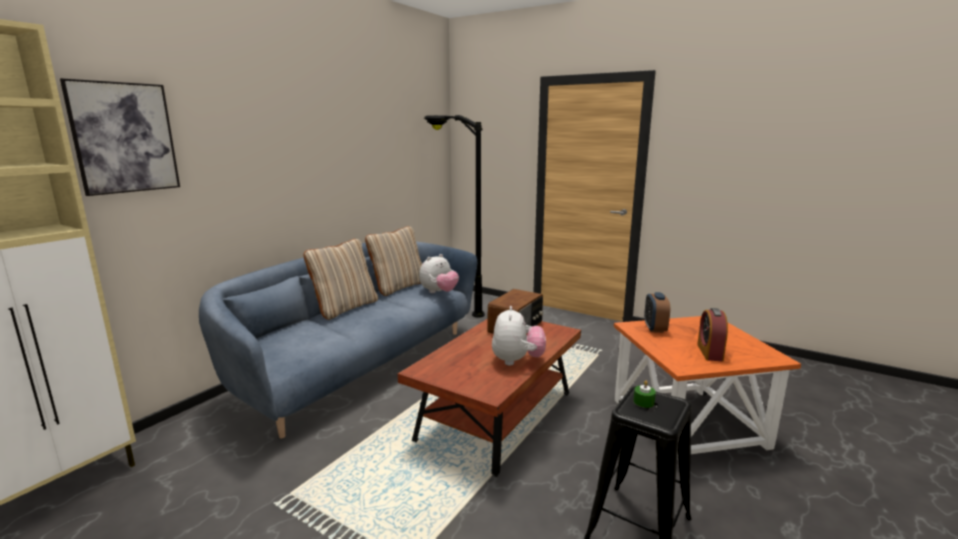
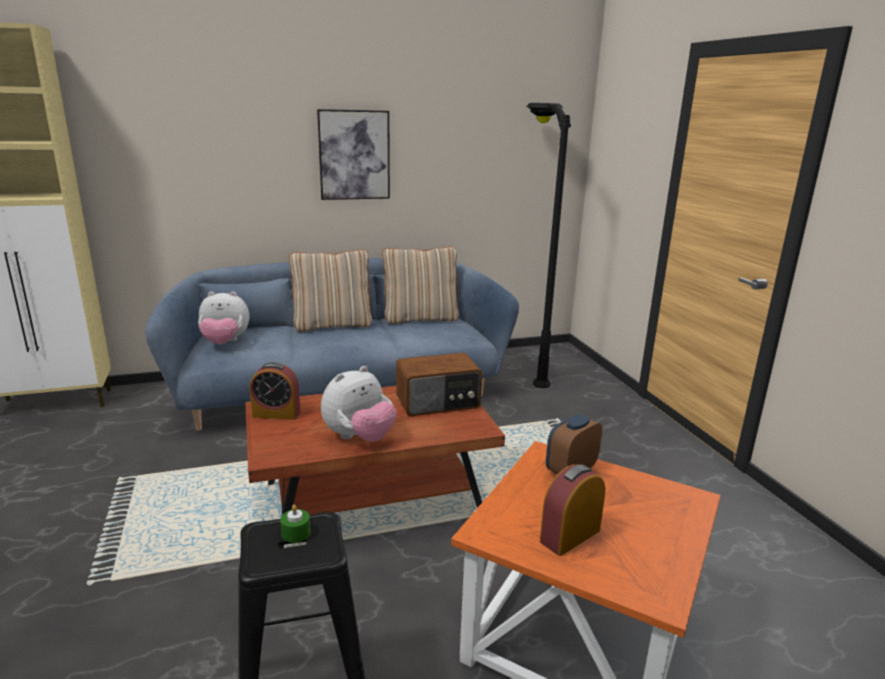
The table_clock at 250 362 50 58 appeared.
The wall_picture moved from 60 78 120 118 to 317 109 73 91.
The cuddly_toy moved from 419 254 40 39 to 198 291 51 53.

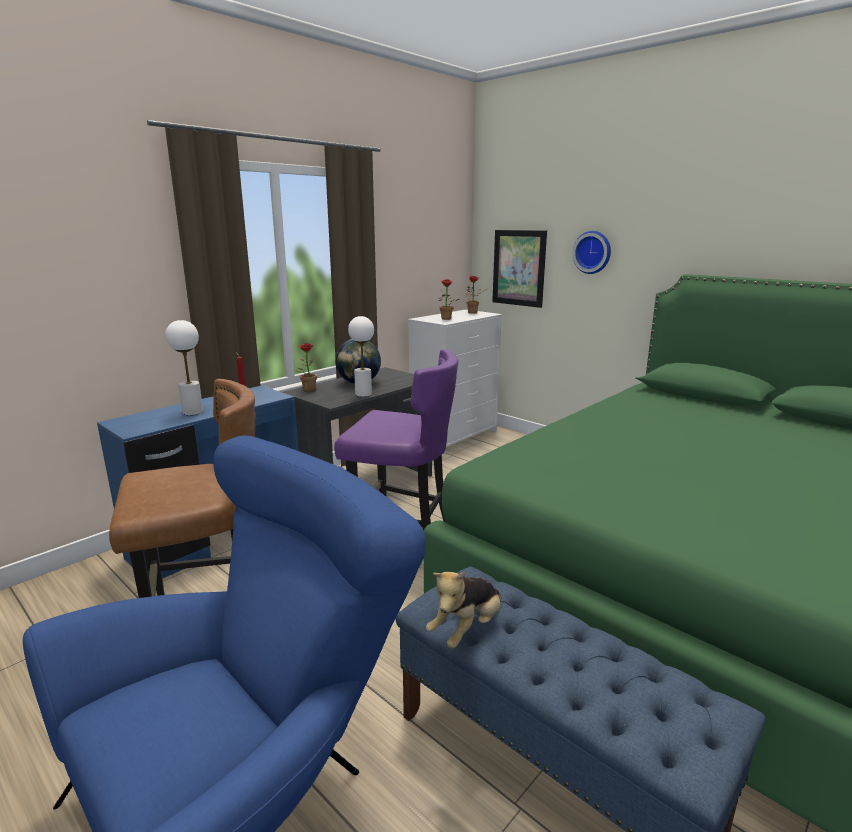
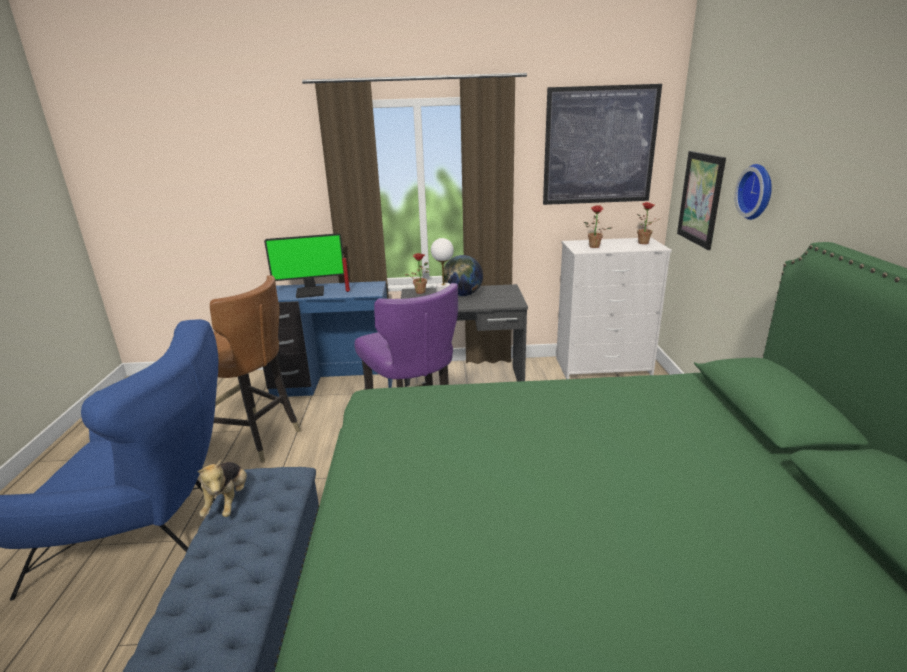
The wall_picture at 543 84 119 121 appeared.
The white_tabletop_lamp at 165 320 38 95 was replaced by the computer_screen at 264 233 80 65.
The cuddly_toy at 426 571 75 78 turned 90 degrees counterclockwise.

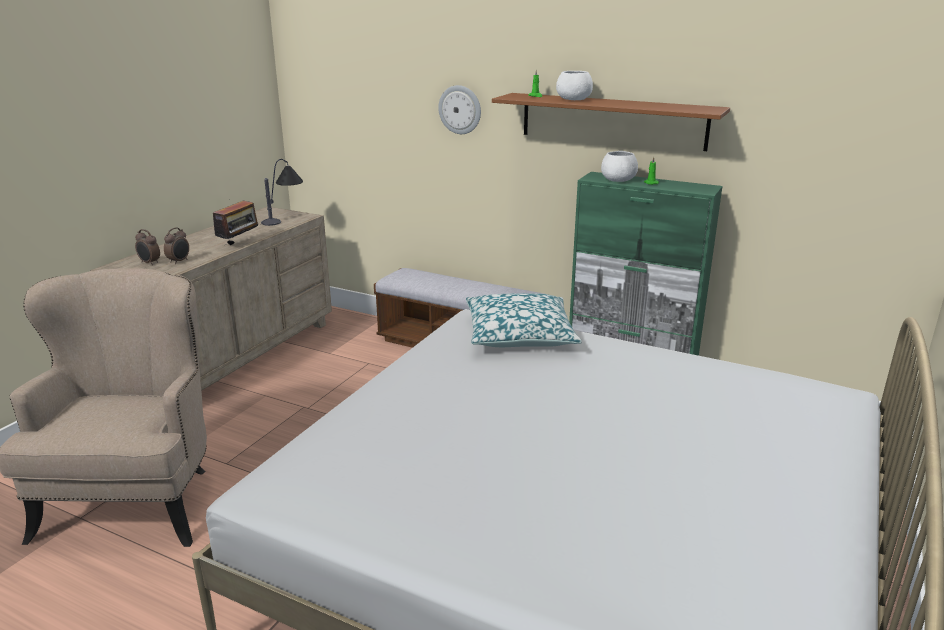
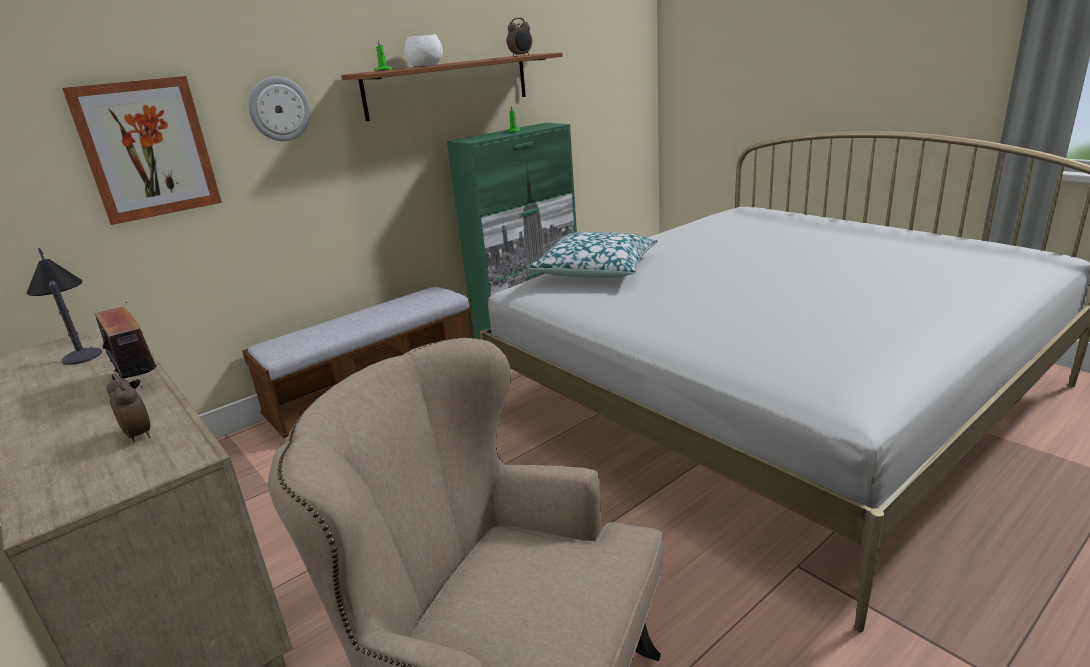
The white_deep_dish at 601 151 37 31 disappeared.
The wall_picture at 62 76 160 149 appeared.
The table_clock moved from 135 229 25 36 to 507 18 25 38.

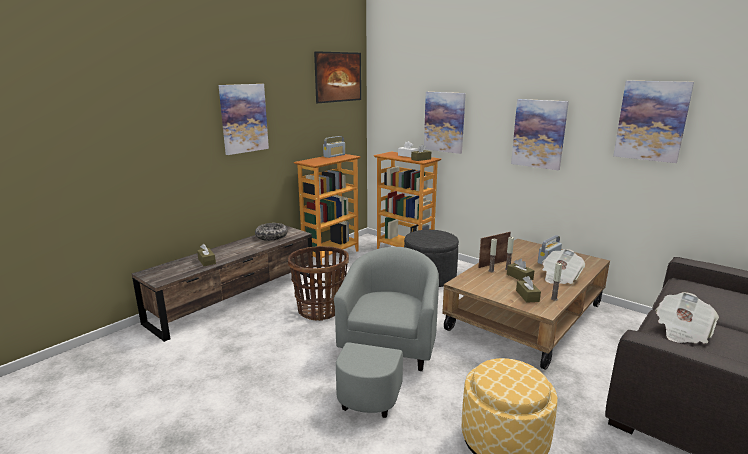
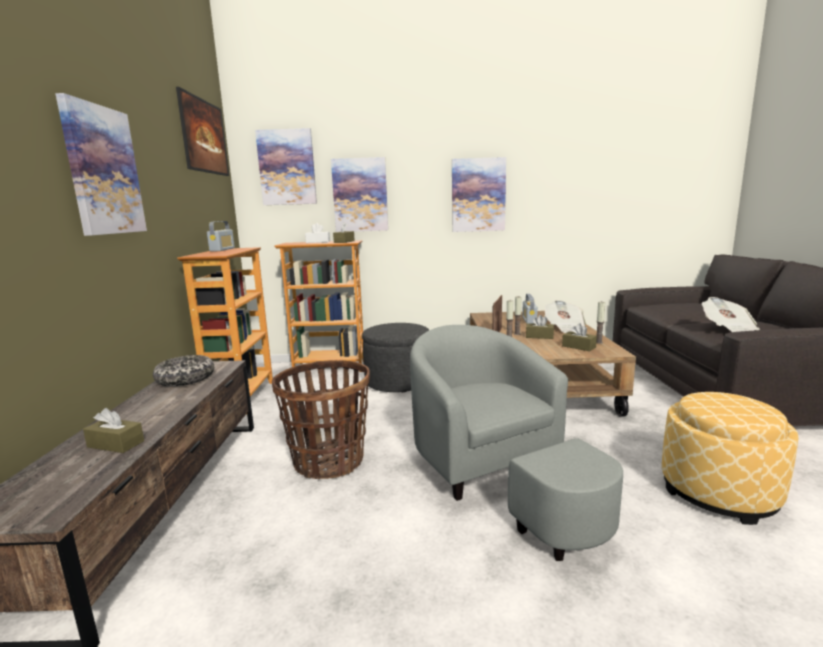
The wall_picture moved from 613 81 81 82 to 255 128 62 77.

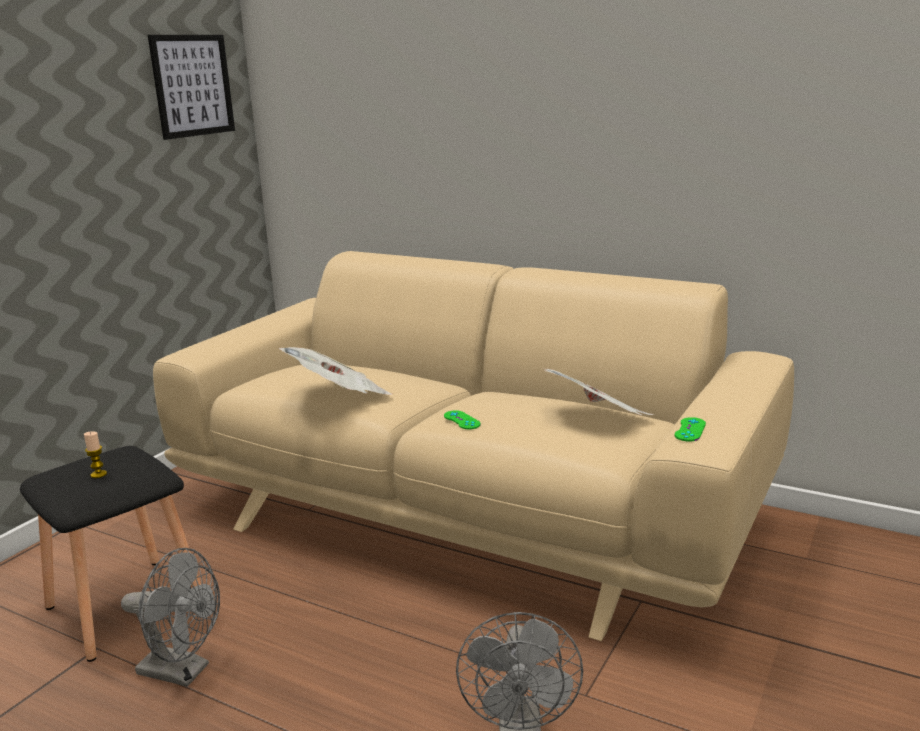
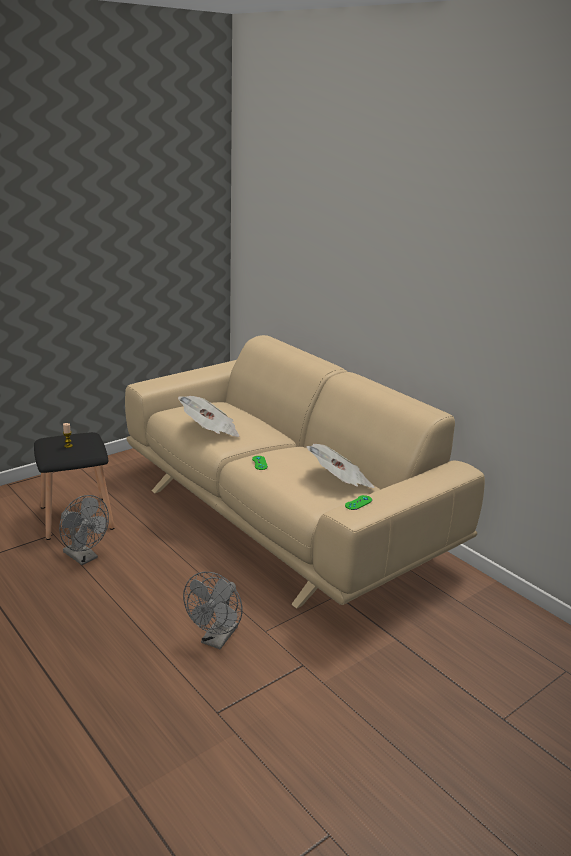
The wall_picture at 148 35 87 105 disappeared.

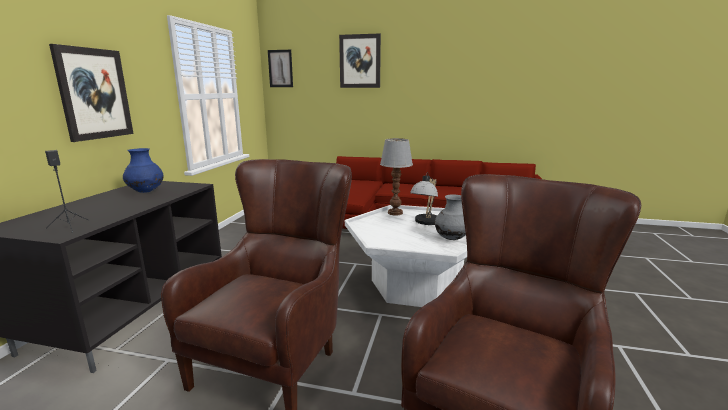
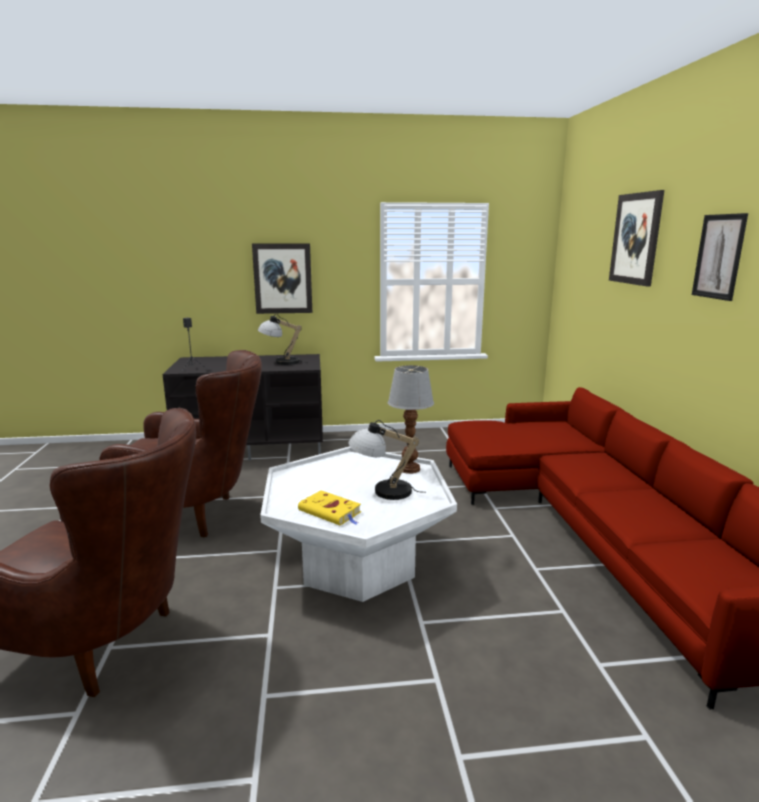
The wall_picture moved from 268 50 25 37 to 692 213 56 88.
The bluish_flower_vase at 123 148 41 45 was replaced by the tabletop_lamp at 258 314 50 51.
The gray_flower_vase at 435 194 31 46 was replaced by the yellow_bound_book at 298 490 63 35.

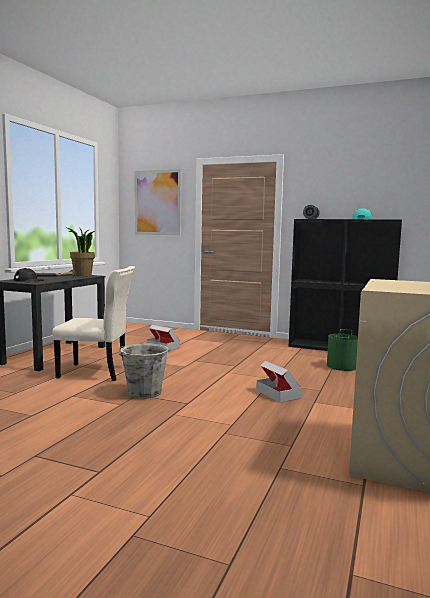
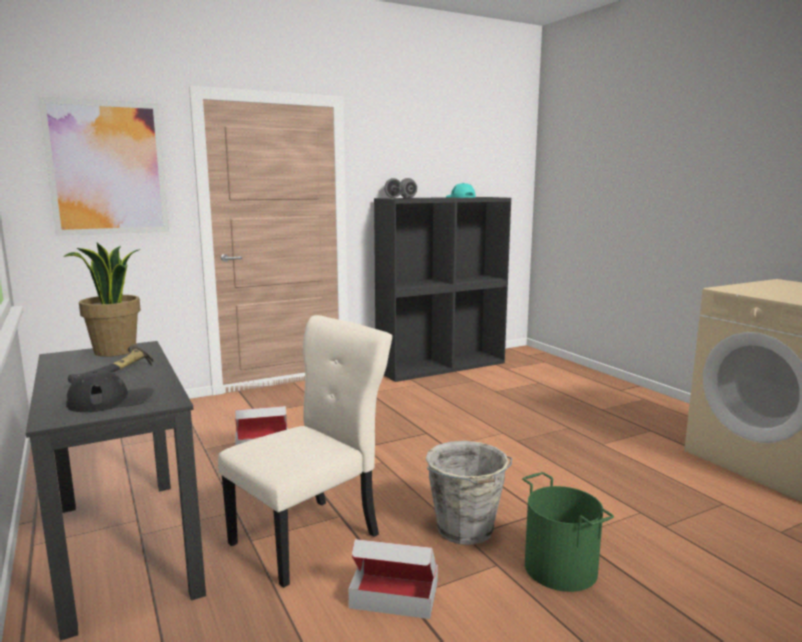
The carton moved from 256 360 45 43 to 348 539 90 80.
The greenish_pail moved from 327 329 31 42 to 522 472 92 120.

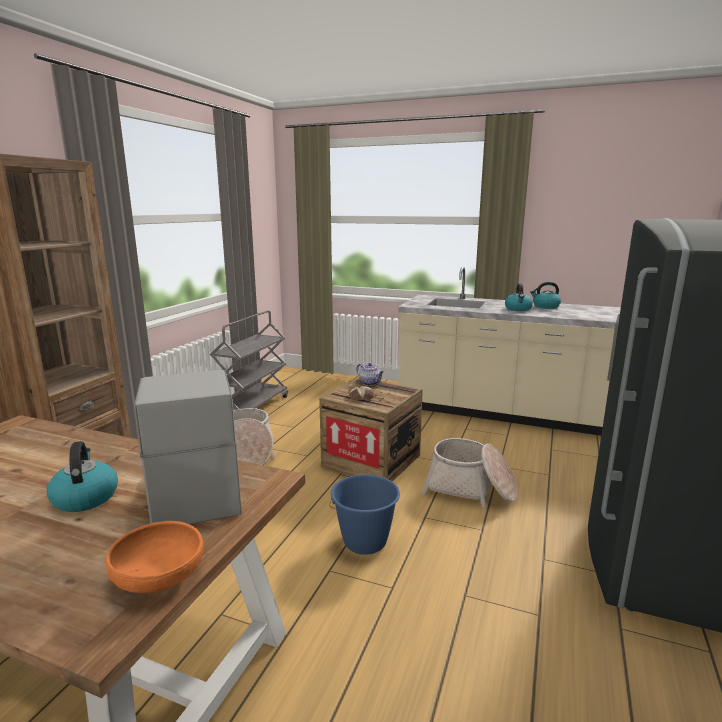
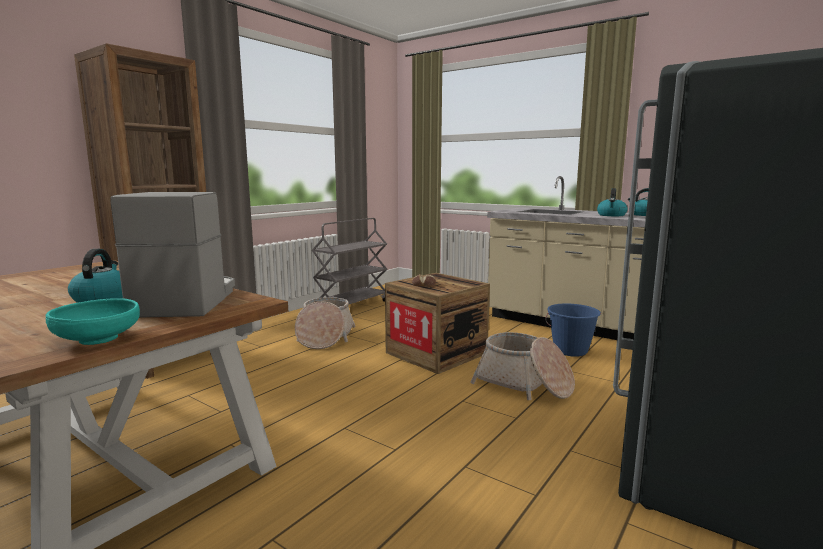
The teapot at 356 363 28 23 disappeared.
The bluish_pail moved from 329 474 71 81 to 546 304 55 53.
The orange-coloured_deep_dish at 106 521 97 72 became the turquoise_deep_dish at 46 298 94 47.

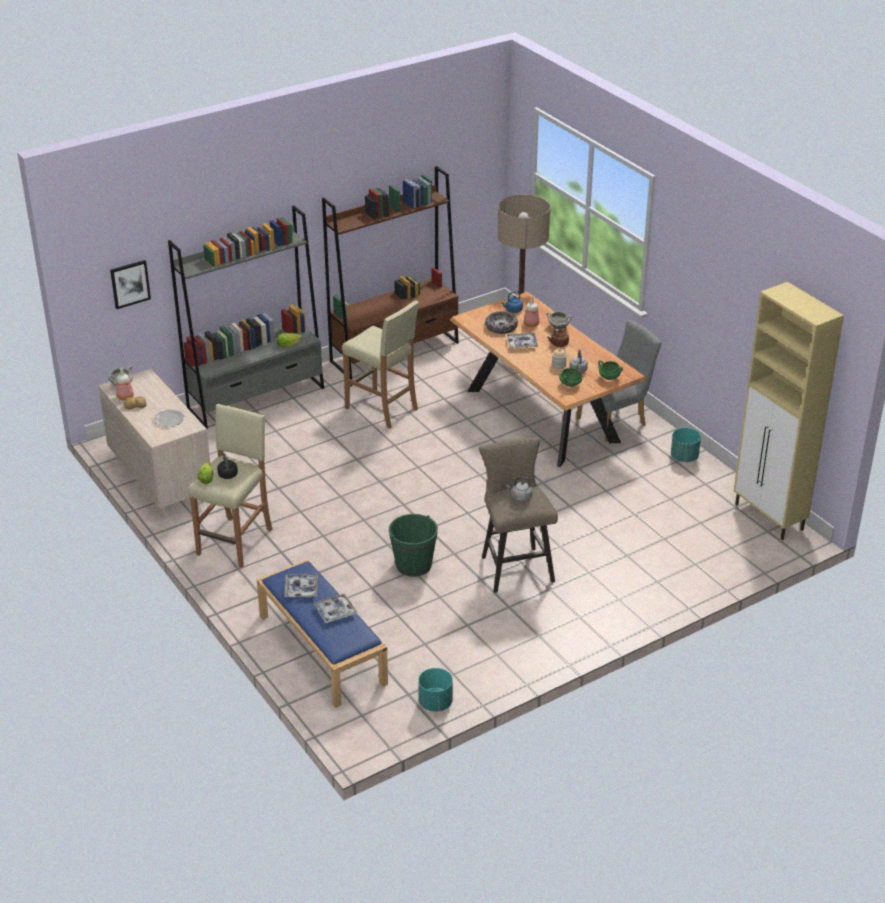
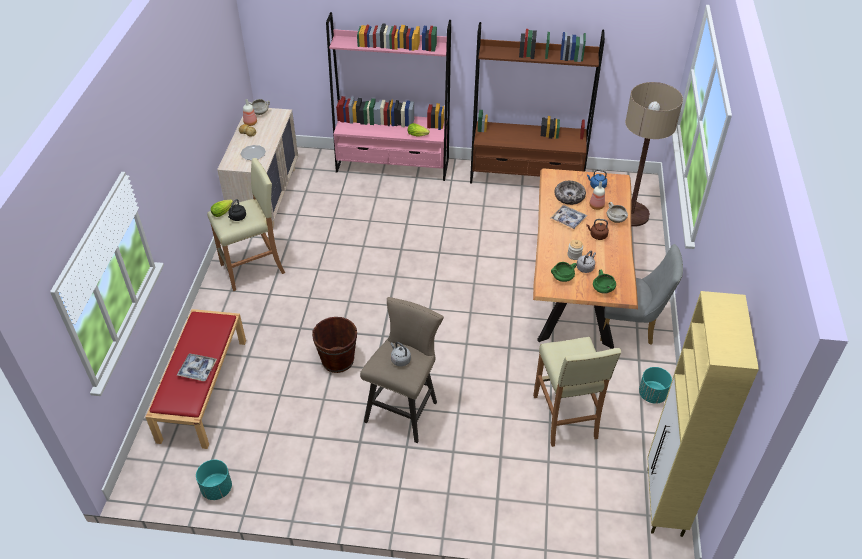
The wall_picture at 110 260 41 49 disappeared.
The carrying_tray at 285 574 33 24 disappeared.
The beige-coloured_sitting_stool moved from 342 300 77 129 to 533 337 88 110.
The gray_shelving_unit at 168 205 156 224 became the pink_shelving_unit at 326 12 125 169.
The bluish_long_seat at 257 559 131 149 became the red-coloured_long_seat at 146 309 100 140.
The greenish_pail at 389 514 49 63 became the brown-coloured_pail at 312 317 45 56.

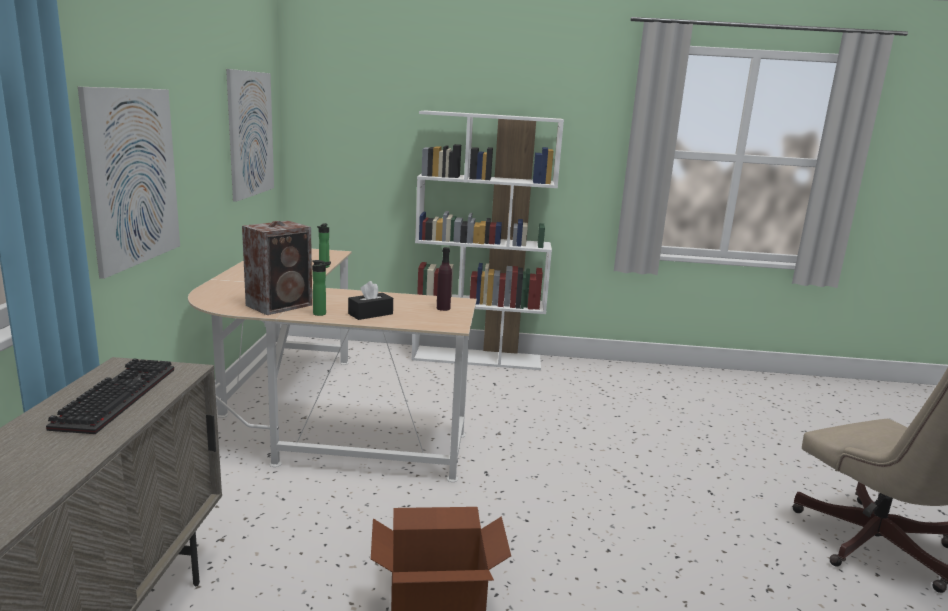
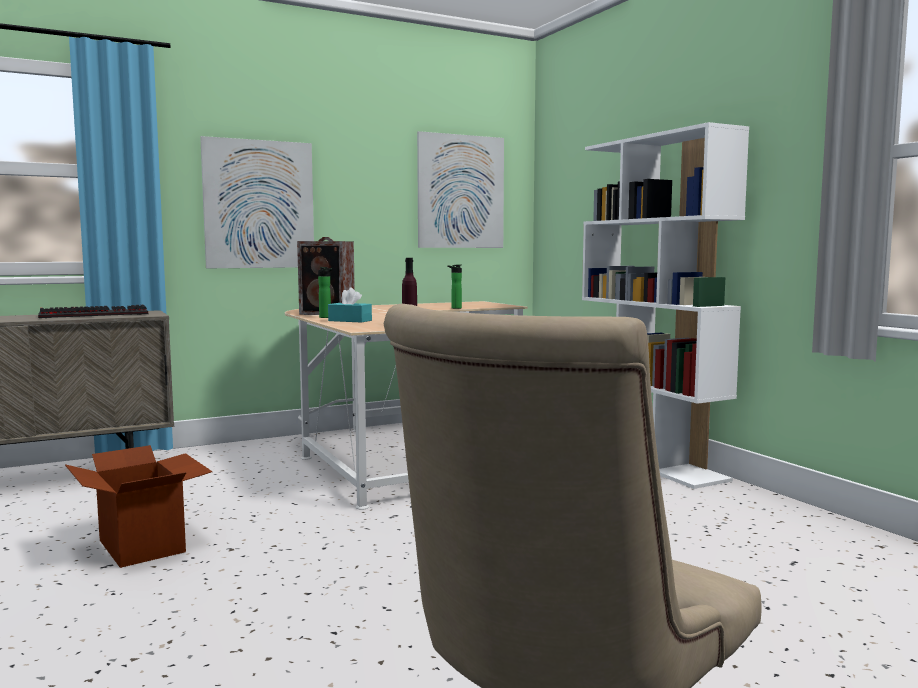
The black-coloured_tissue_holder at 348 281 45 39 became the turquoise_tissue_holder at 328 287 44 36.

